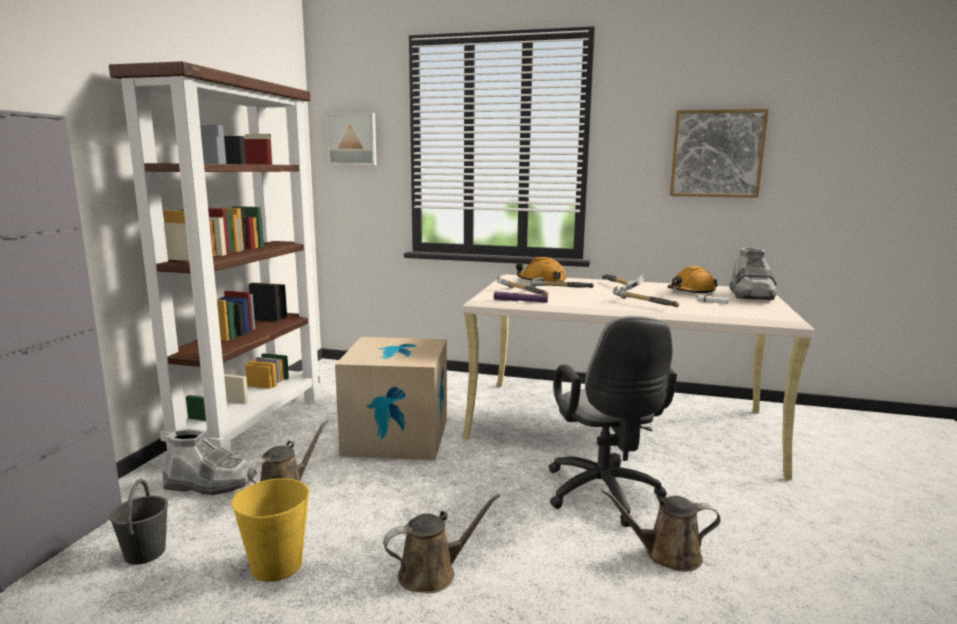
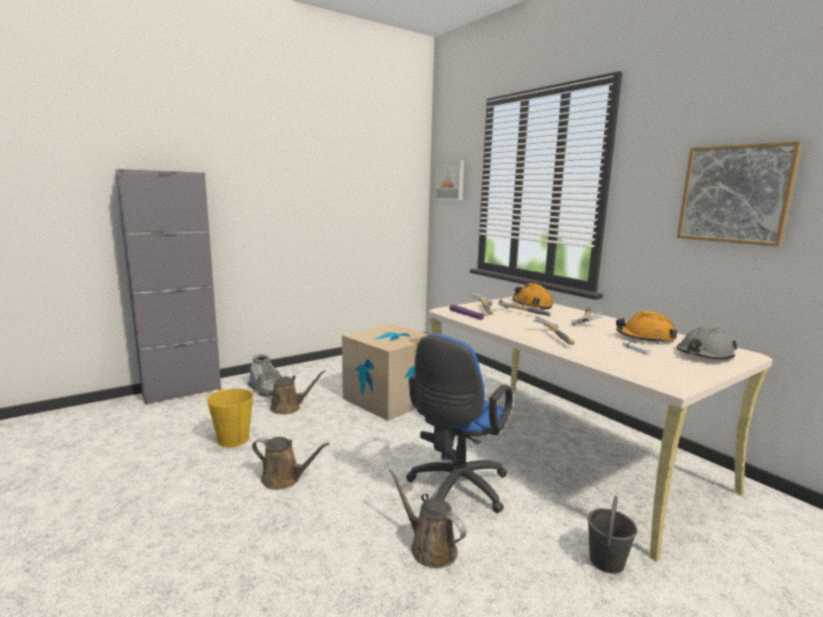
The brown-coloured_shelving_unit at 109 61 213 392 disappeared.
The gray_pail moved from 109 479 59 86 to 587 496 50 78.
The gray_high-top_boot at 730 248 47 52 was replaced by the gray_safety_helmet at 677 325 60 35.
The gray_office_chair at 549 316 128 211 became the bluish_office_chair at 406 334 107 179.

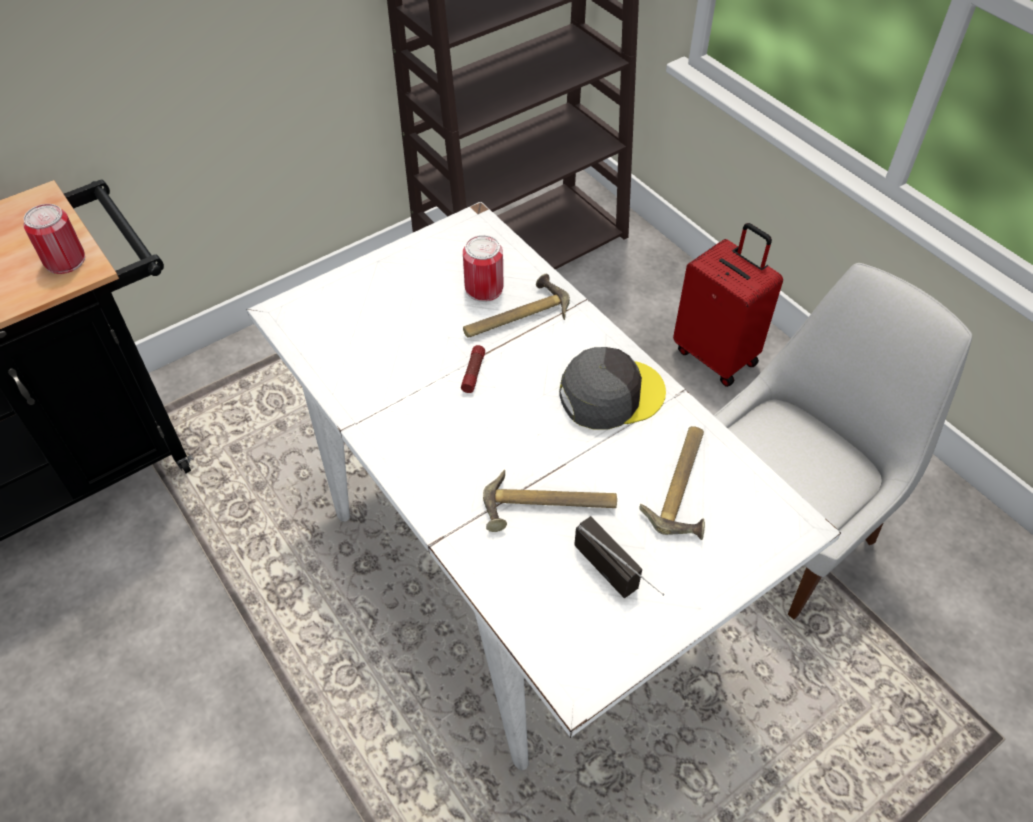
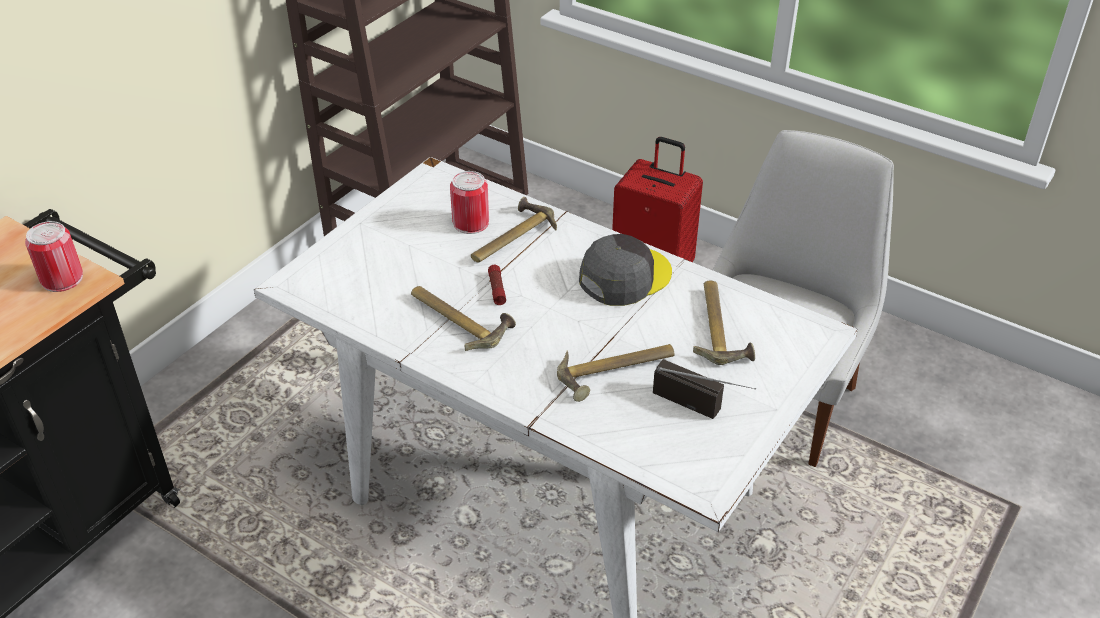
The tool_hammer at 411 286 105 65 appeared.

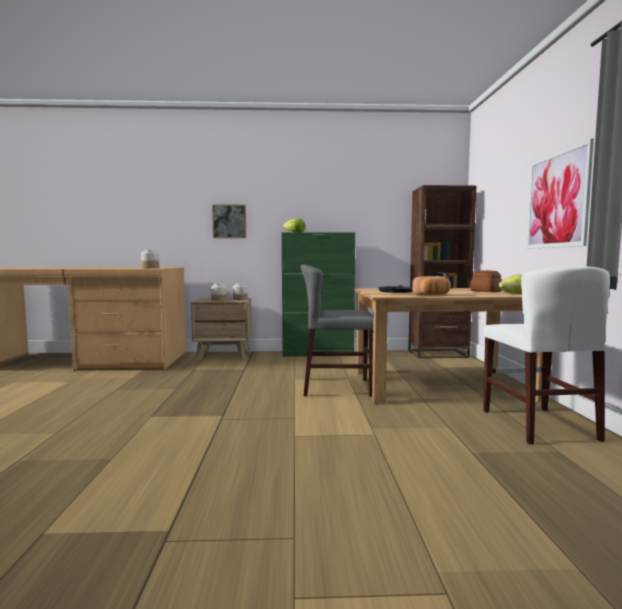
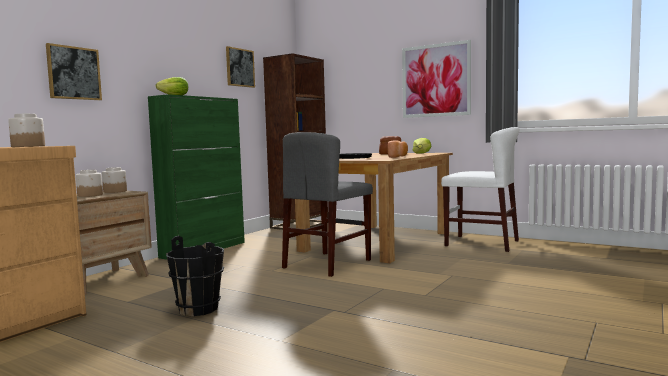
The black-coloured_pail at 166 236 58 80 appeared.
The wall_picture at 226 46 29 42 appeared.

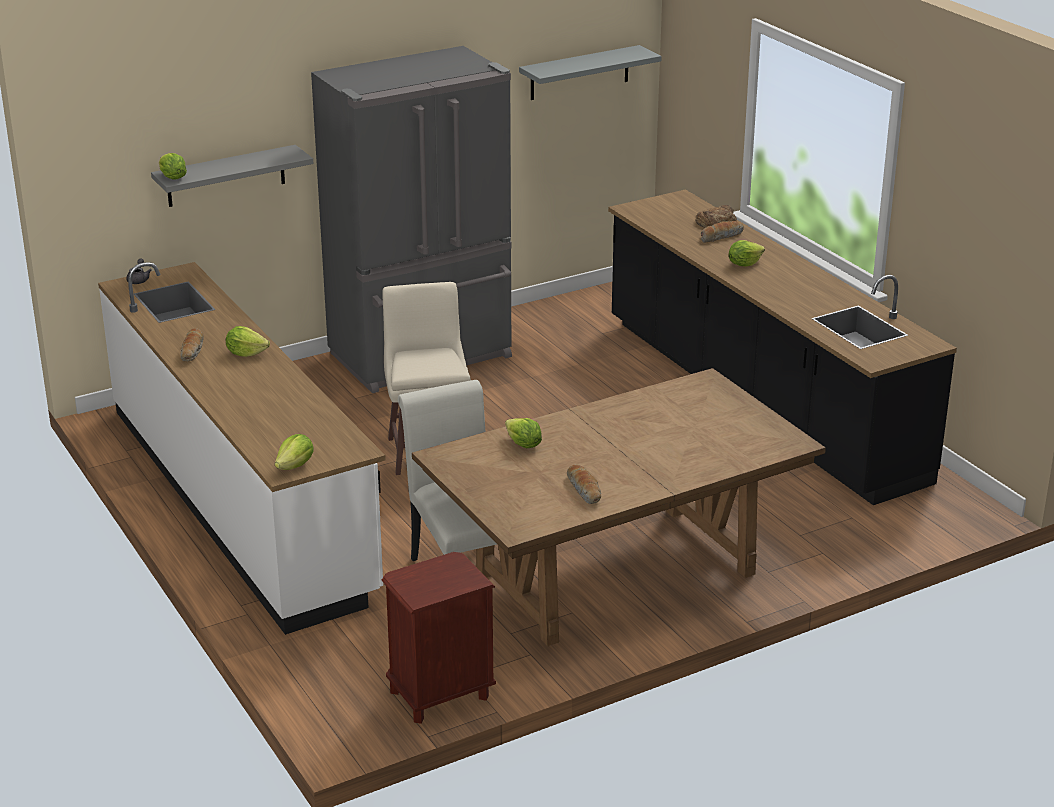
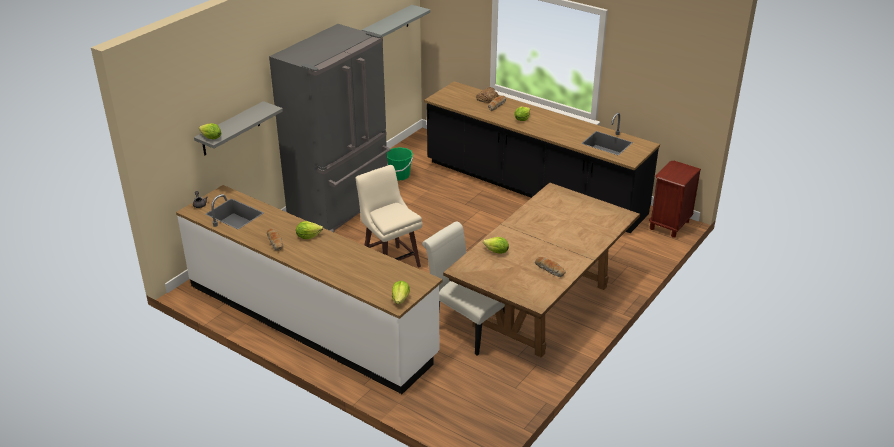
The greenish_pail at 387 147 26 34 appeared.
The brown-coloured_nightstand moved from 382 552 114 172 to 649 161 52 77.

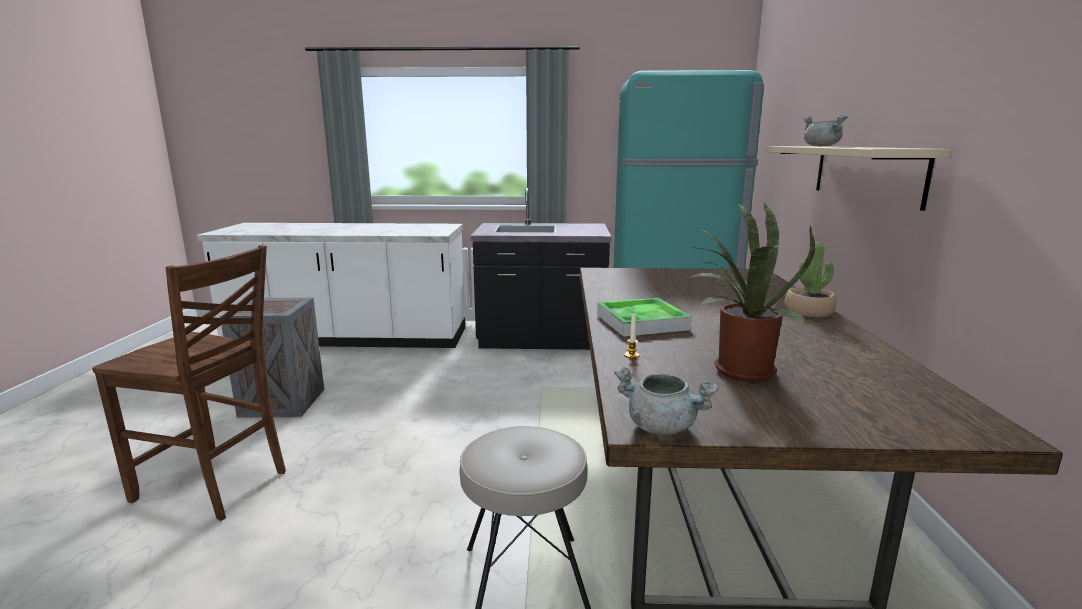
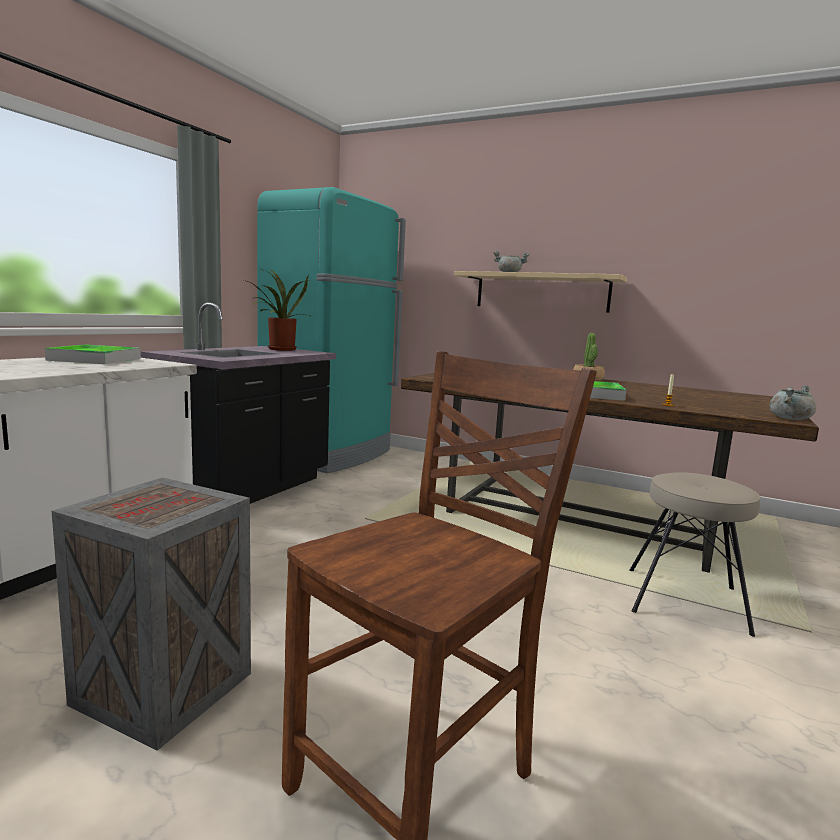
The carrying_tray at 45 344 96 20 appeared.
The plant_in_a_pot moved from 687 202 128 180 to 244 268 68 83.

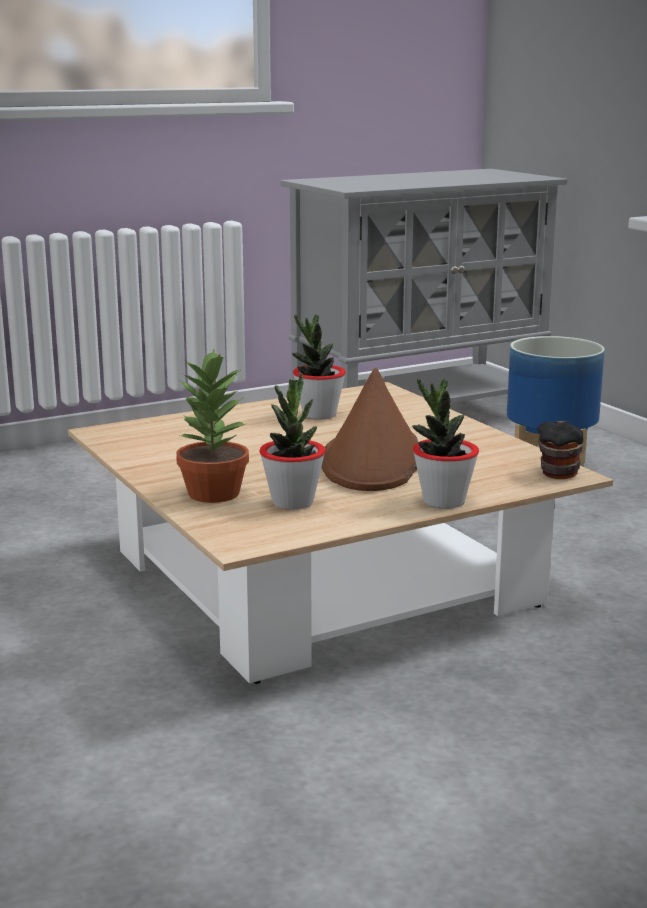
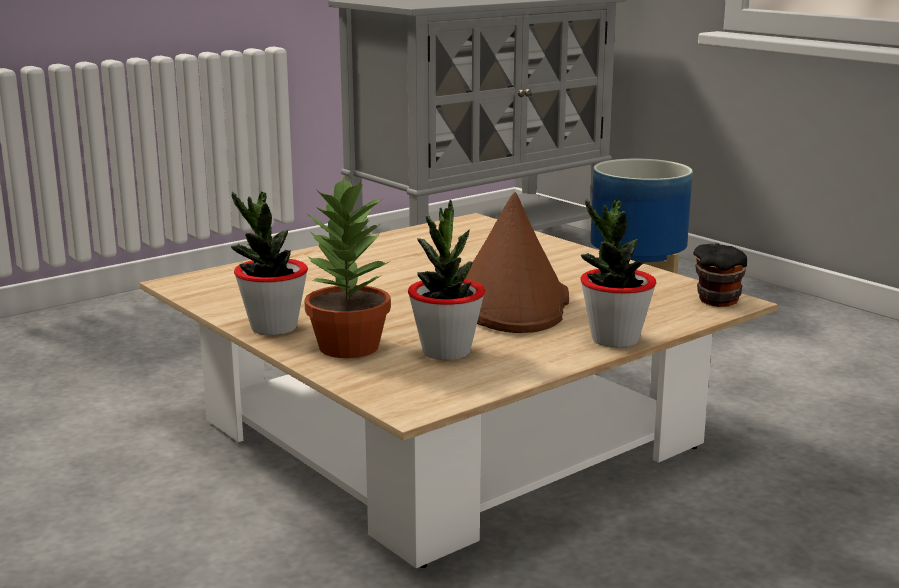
The plant_in_a_pot moved from 292 314 54 106 to 231 192 77 143.

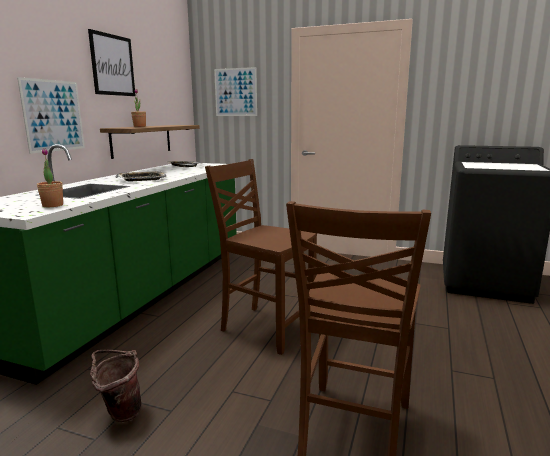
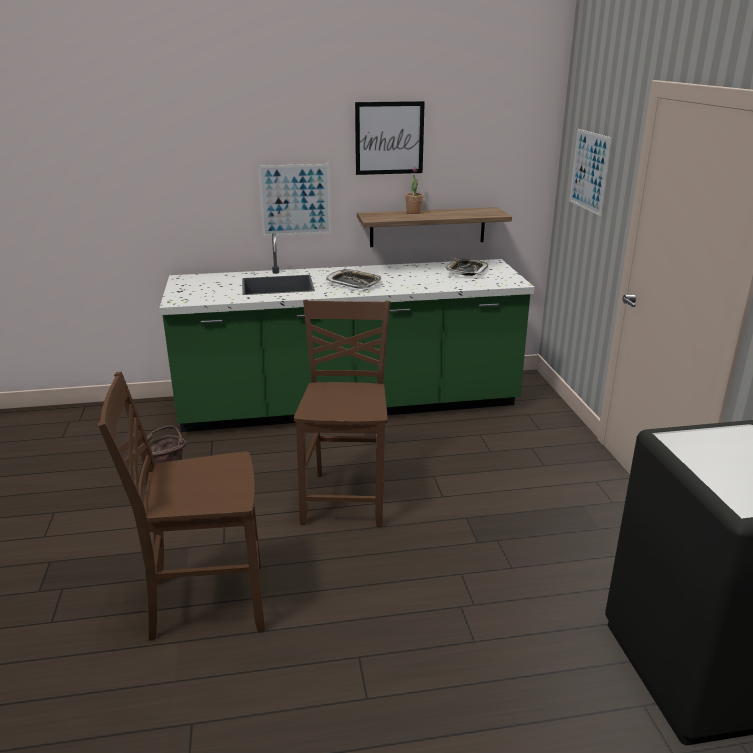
The plant_in_a_pot at 37 148 26 59 disappeared.

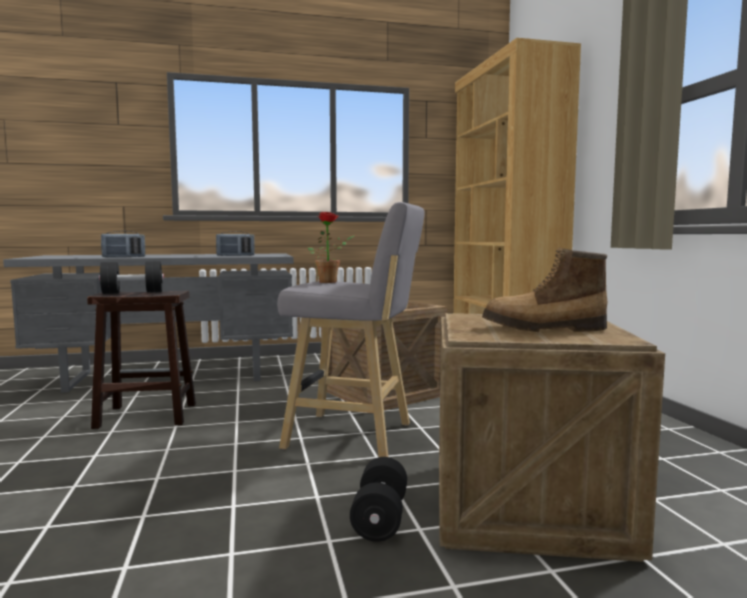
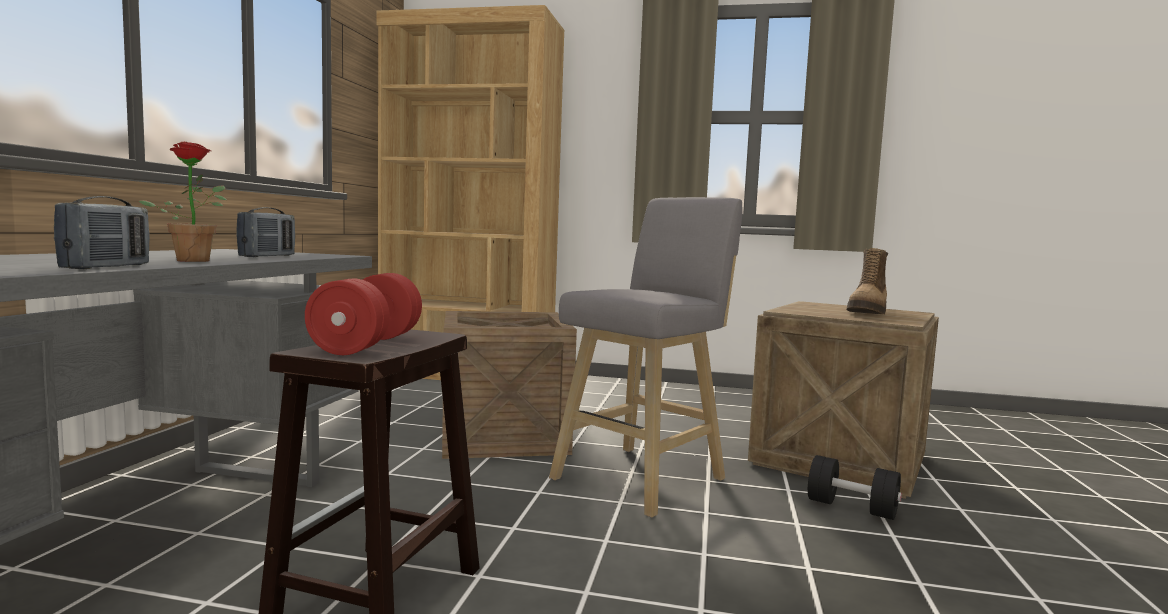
The plant_in_a_pot moved from 307 212 48 71 to 138 142 89 120.
The black-coloured_dumbbell at 99 261 65 33 became the red-coloured_dumbbell at 305 273 117 82.

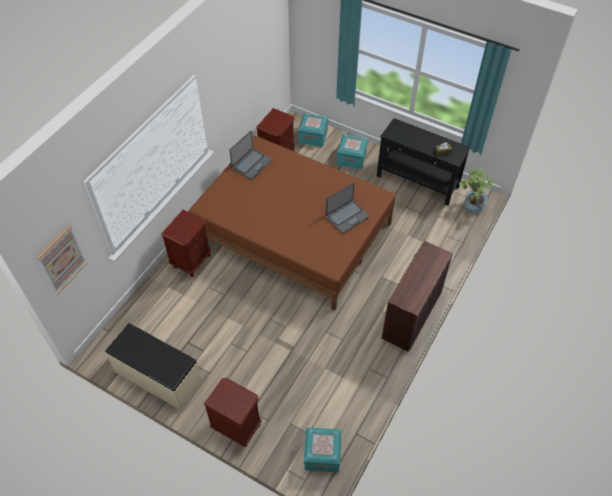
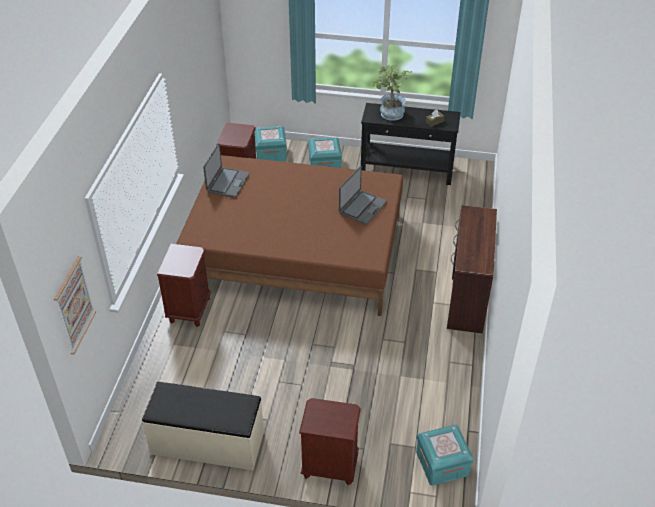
The plant_in_a_pot moved from 459 168 38 46 to 371 65 41 56.

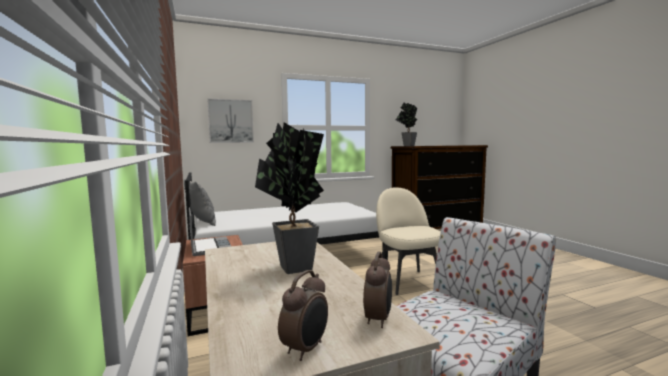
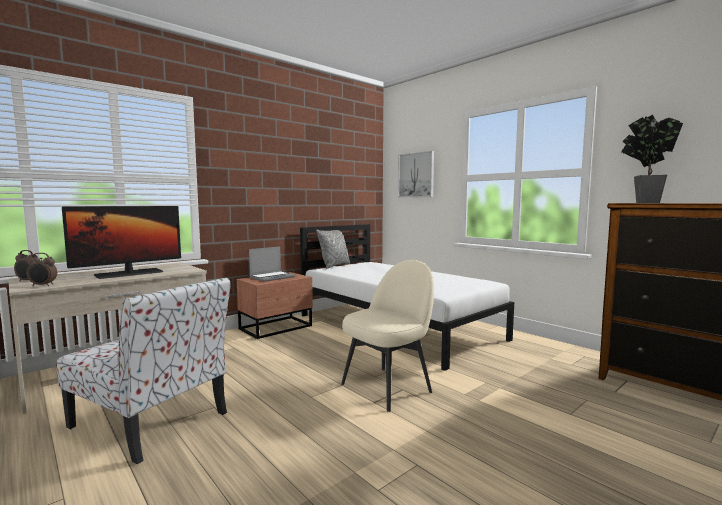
The plant_in_a_pot at 255 122 69 152 was replaced by the computer_screen at 62 206 119 73.

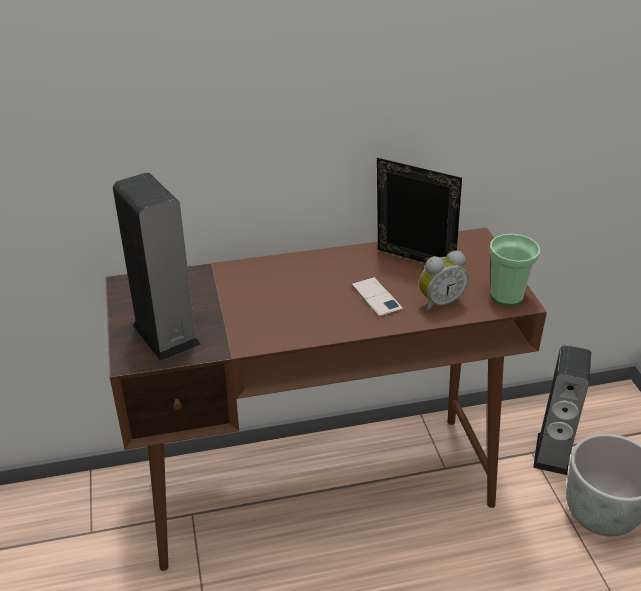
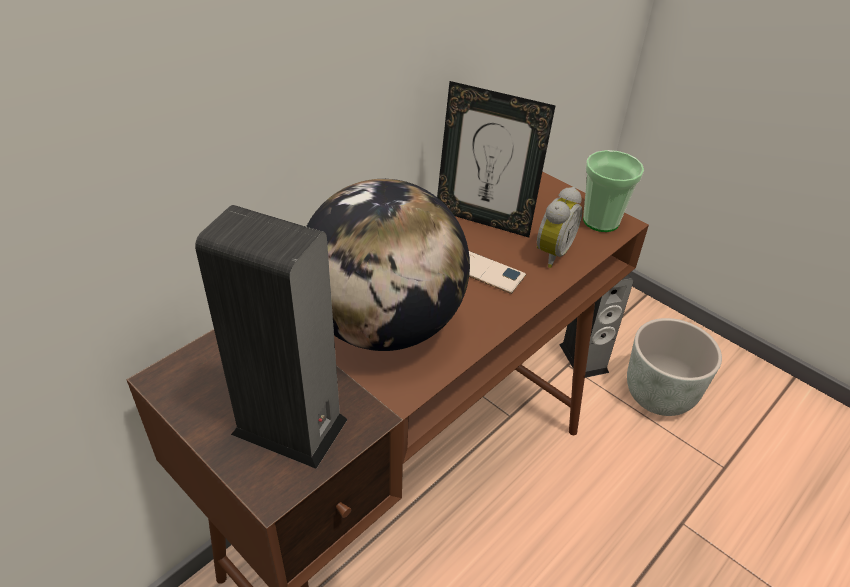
The desk_globe at 306 179 164 172 appeared.
The photo_frame at 377 158 85 105 turned 150 degrees counterclockwise.

